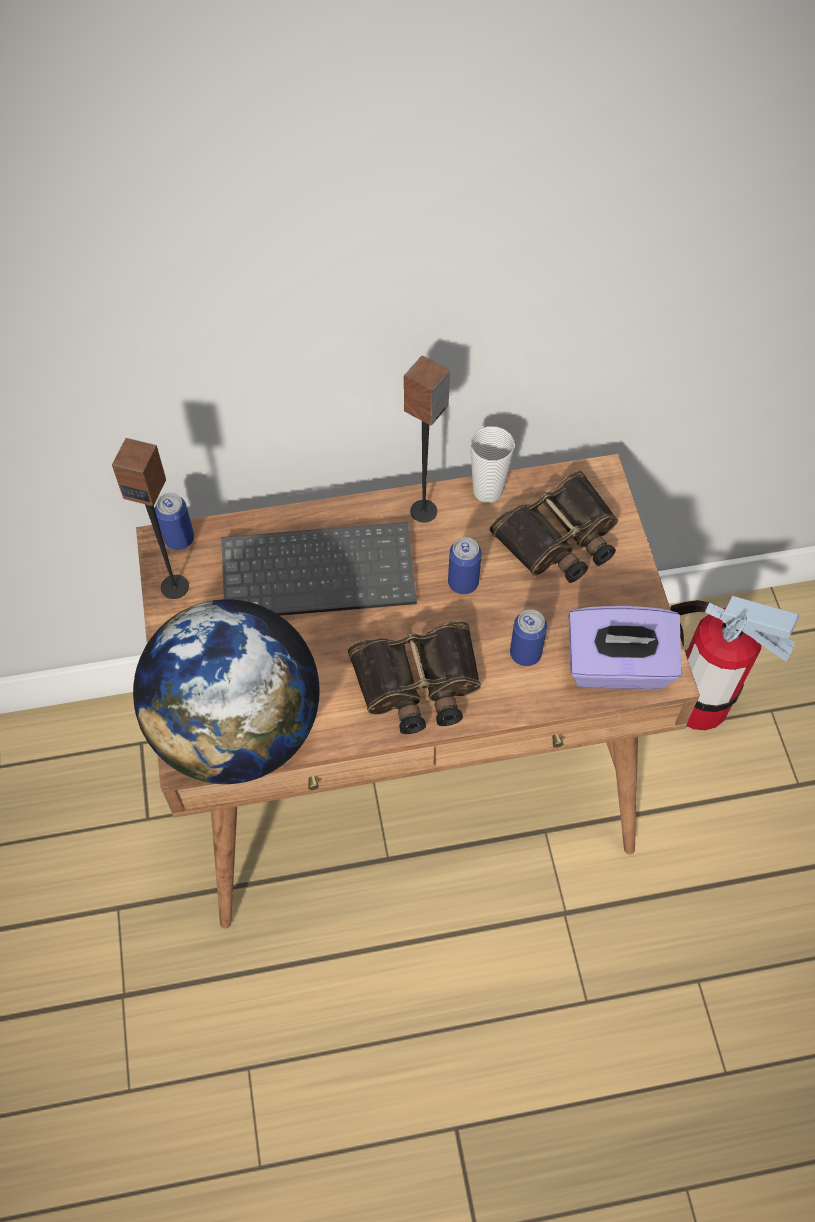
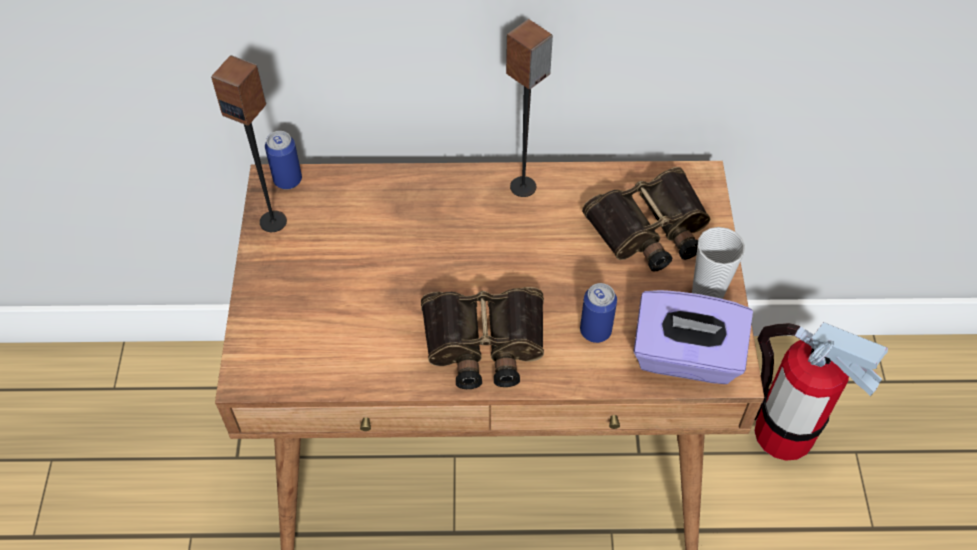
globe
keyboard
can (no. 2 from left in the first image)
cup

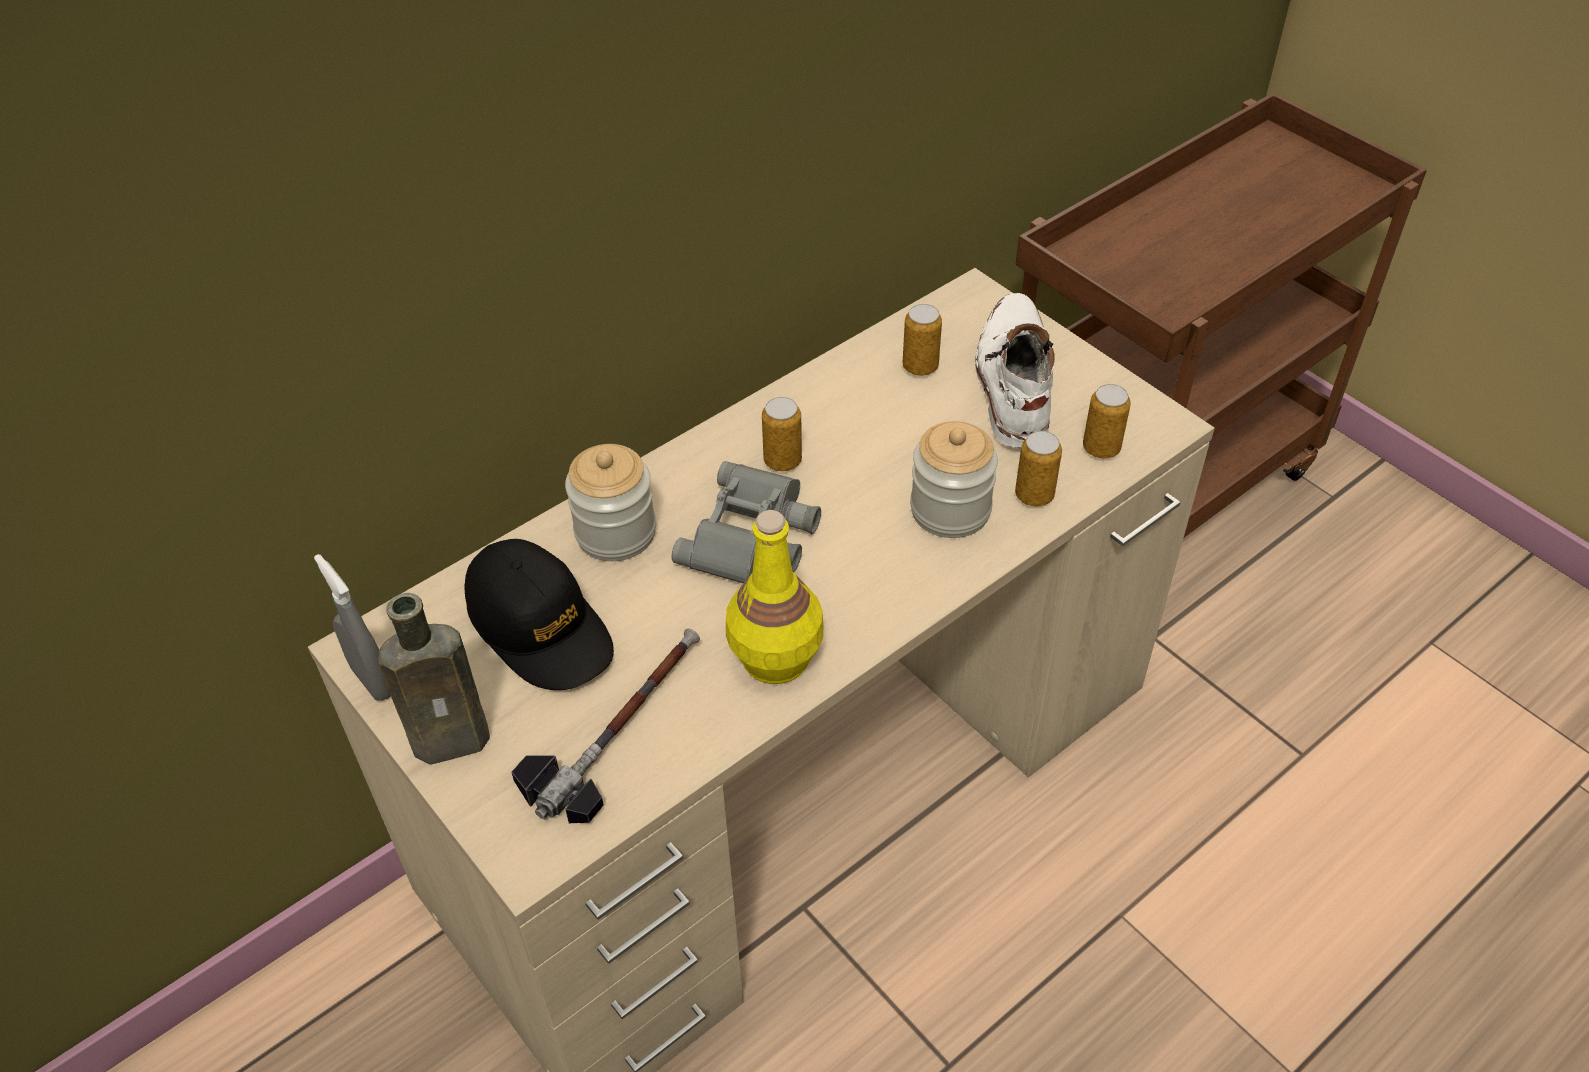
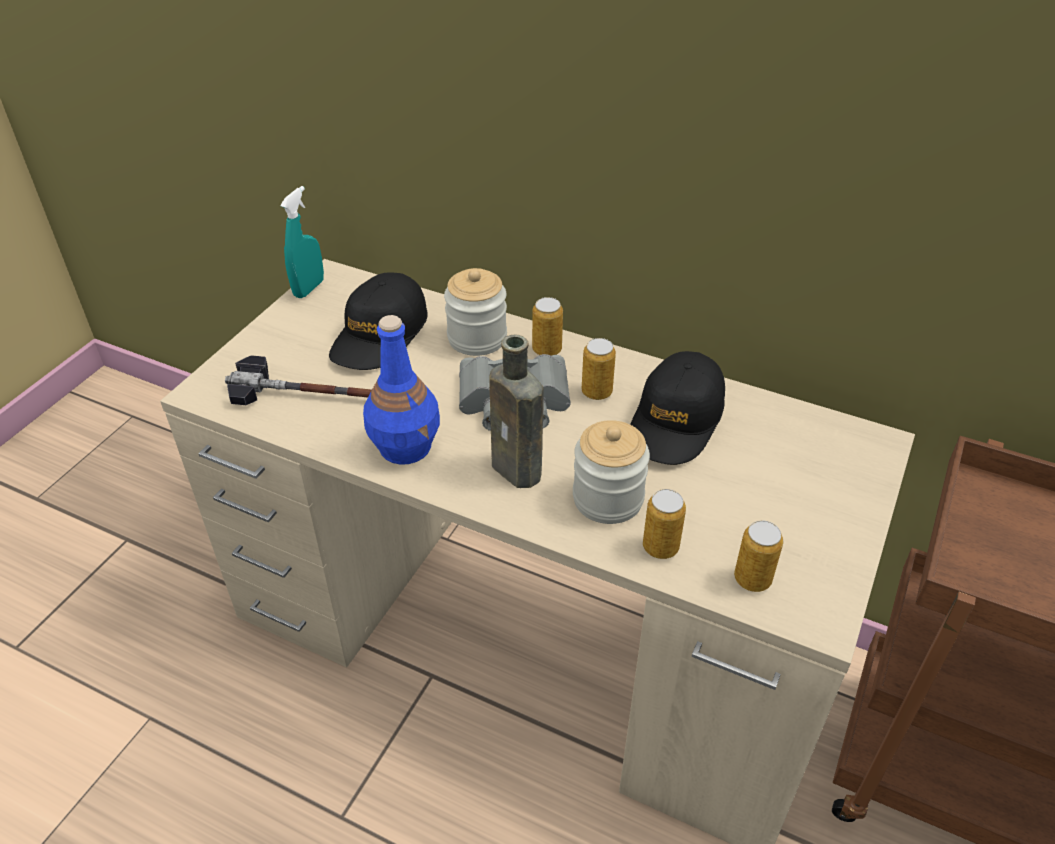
turquoise spray bottle
brown bottle
blue bottle
can (no. 1 from left)
white boot
black cap (no. 2 from left)

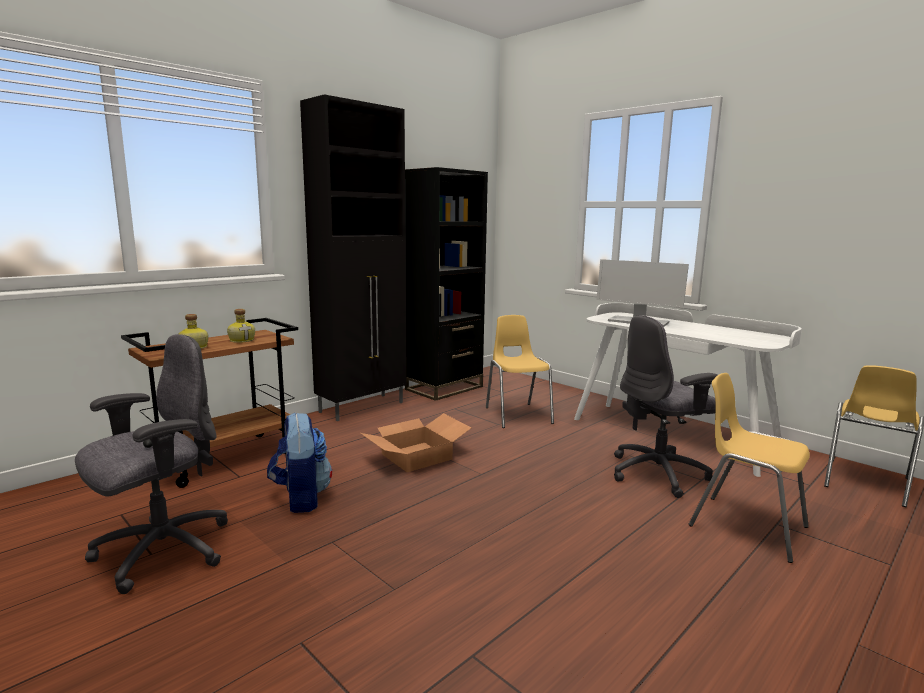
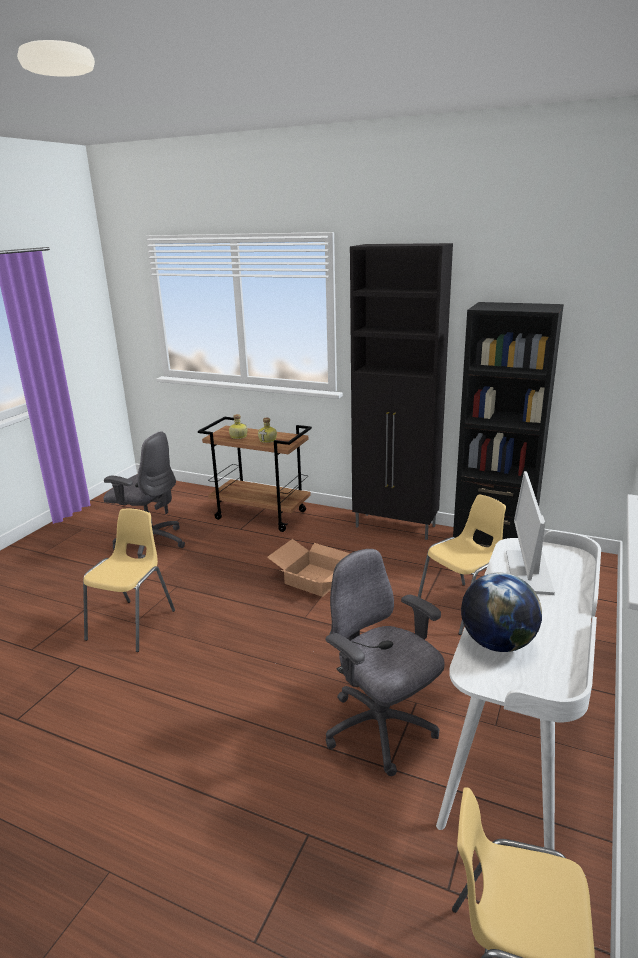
backpack
yellow chair (no. 1 from left)
globe

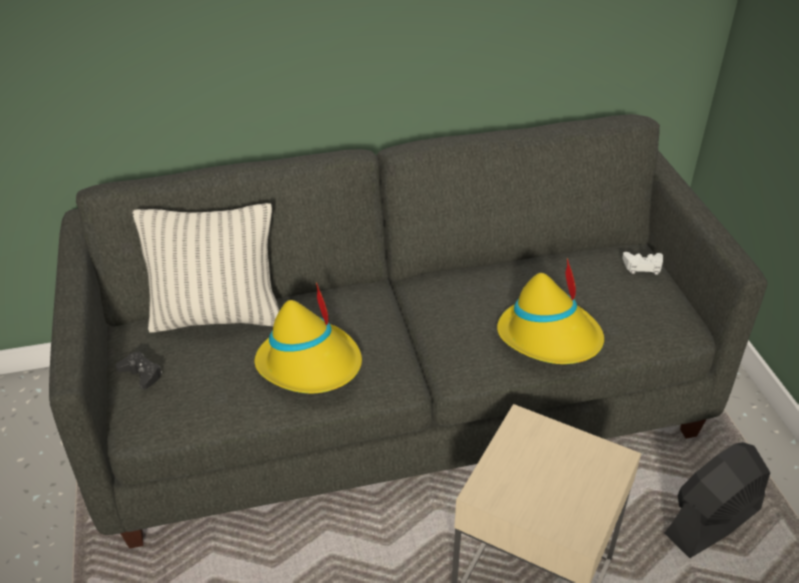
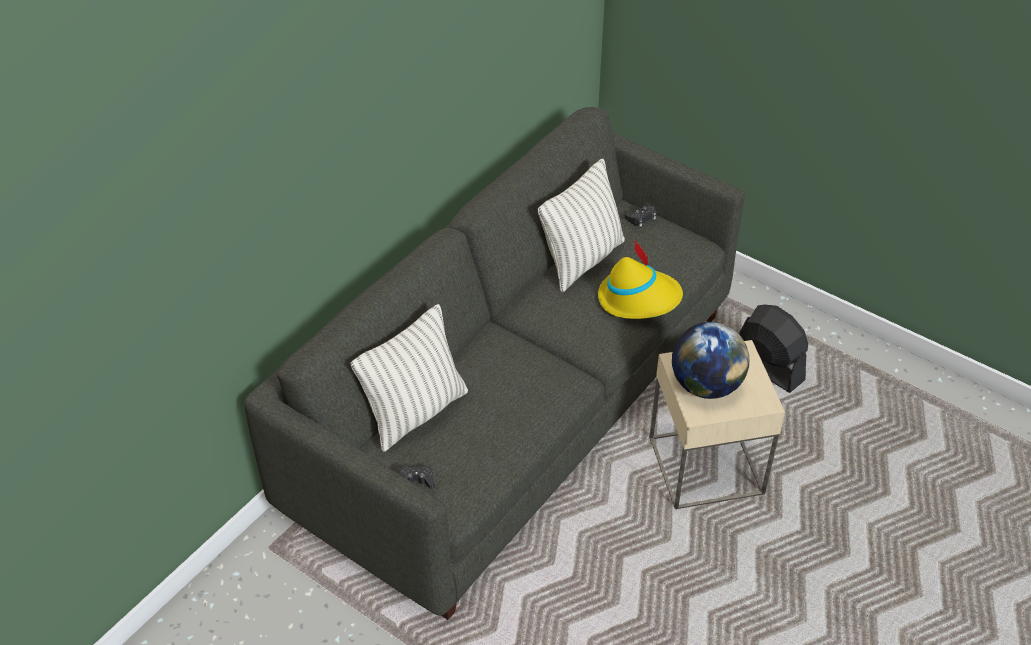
yellow hat (no. 1 from left in the first image)
black game controller (no. 2 from left)
black fan
pillow (no. 2 from left)
globe

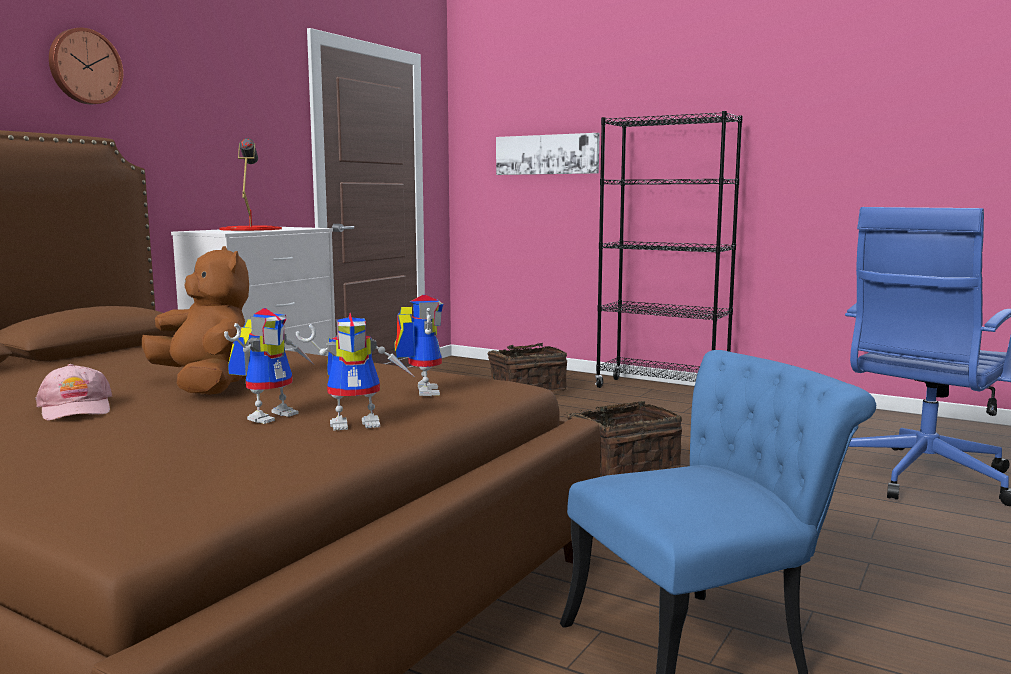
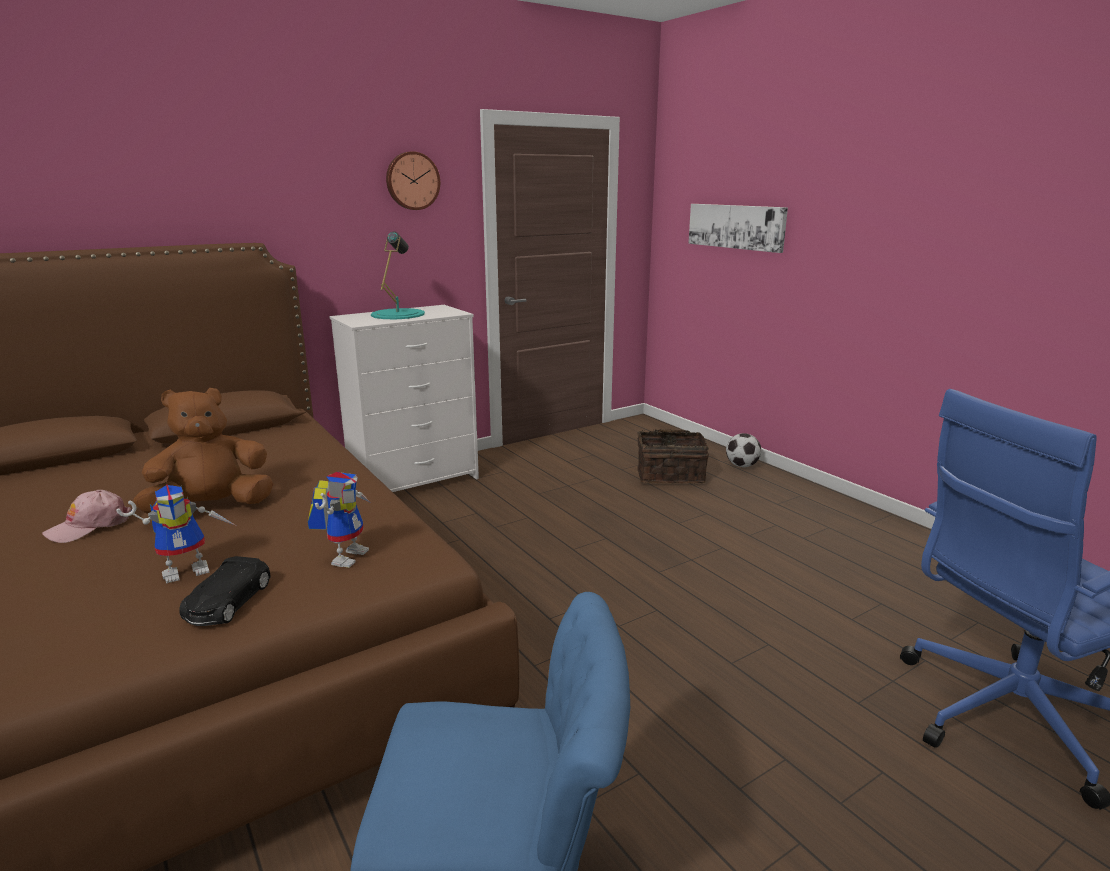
pink cap
wall clock
brown plush toy
turquoise table lamp
black toy car
basket (no. 2 from left in the first image)
black bookcase
football

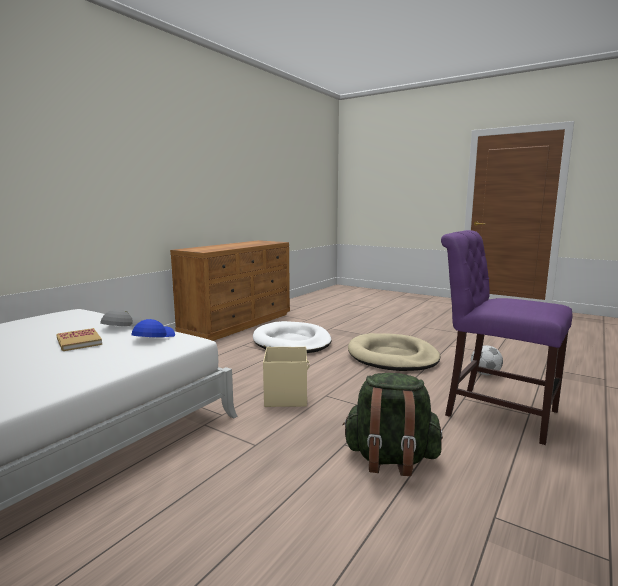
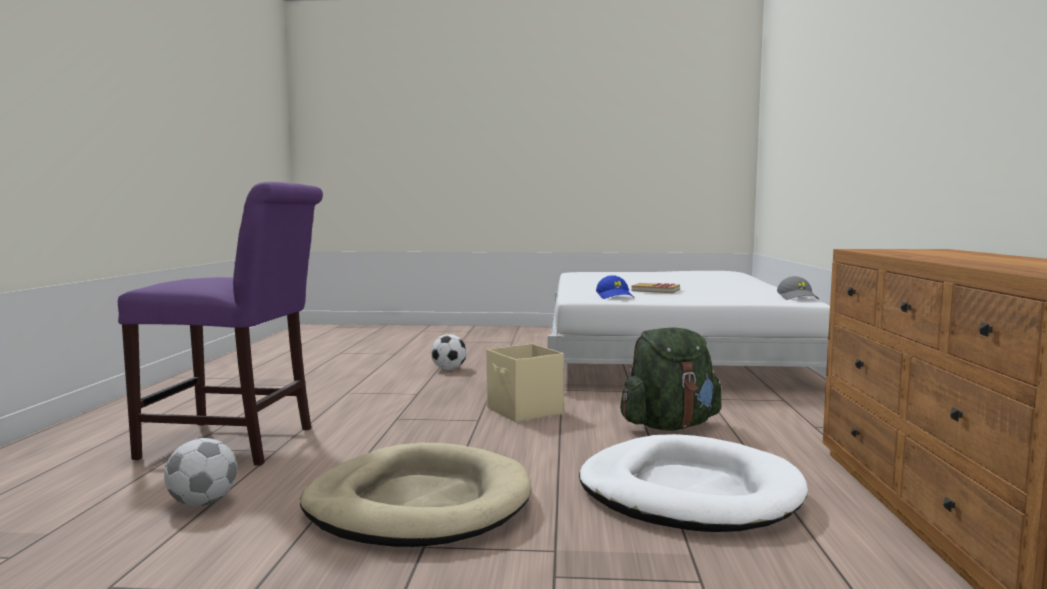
grey cap
green backpack
football (no. 2 from left)

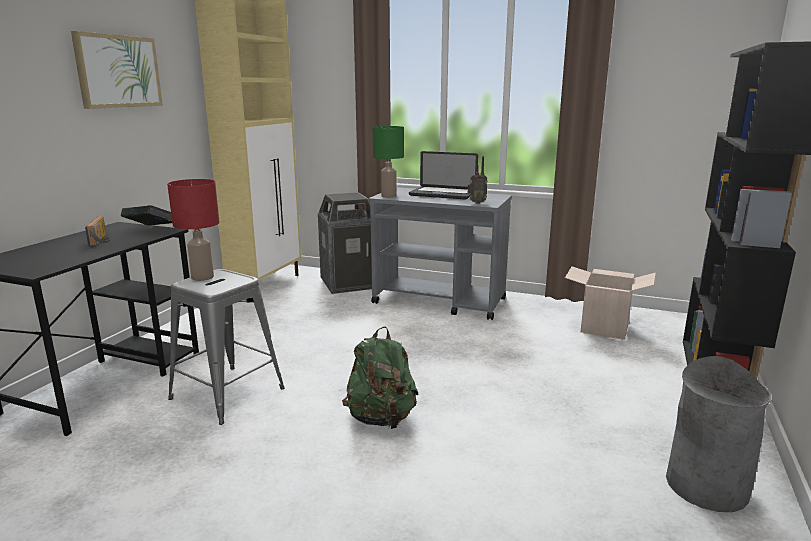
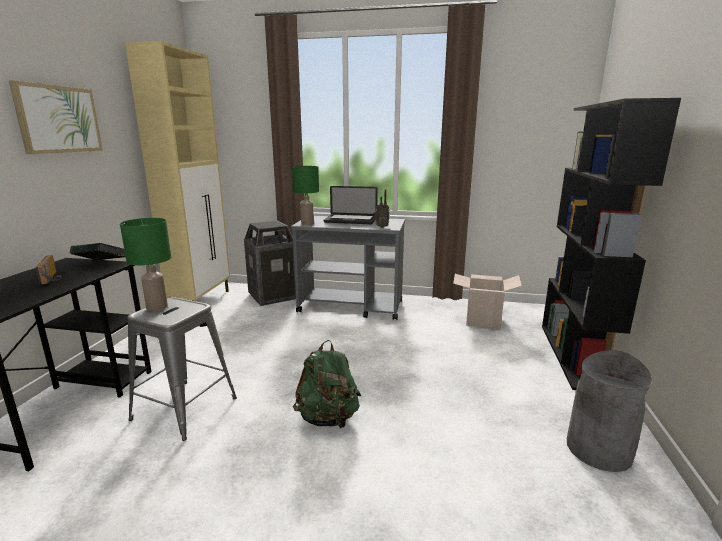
green table lamp (no. 1 from left)

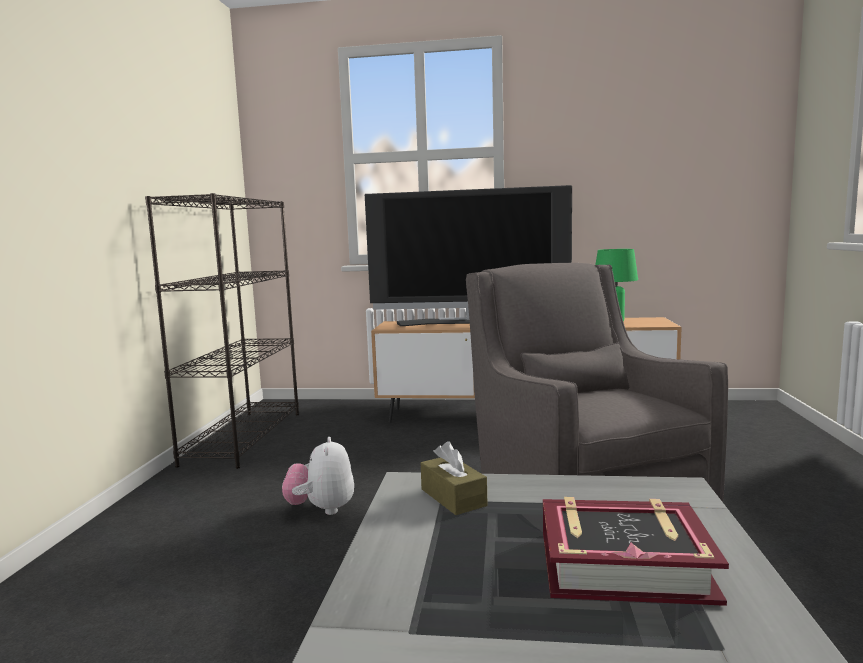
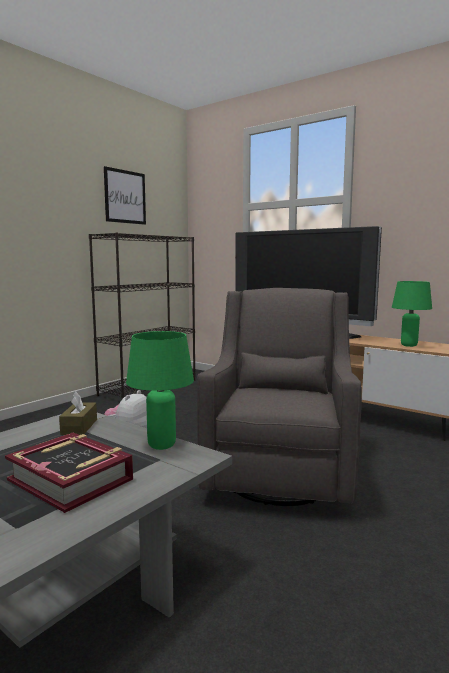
picture
green table lamp (no. 1 from left)

